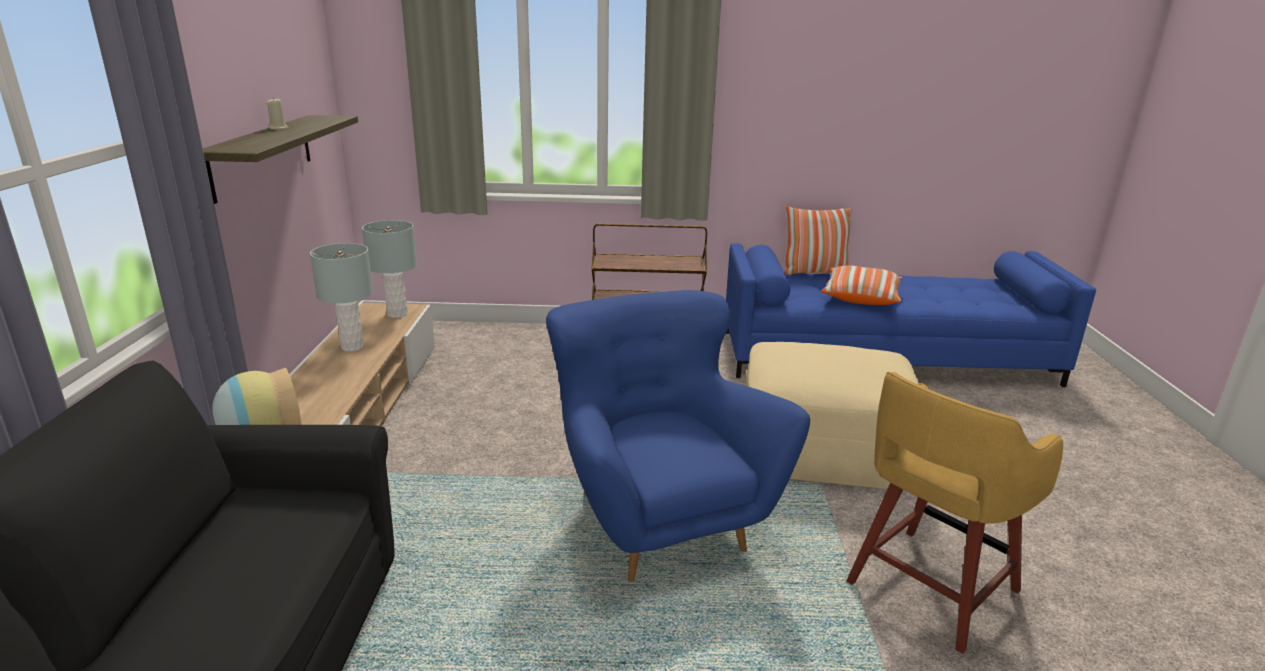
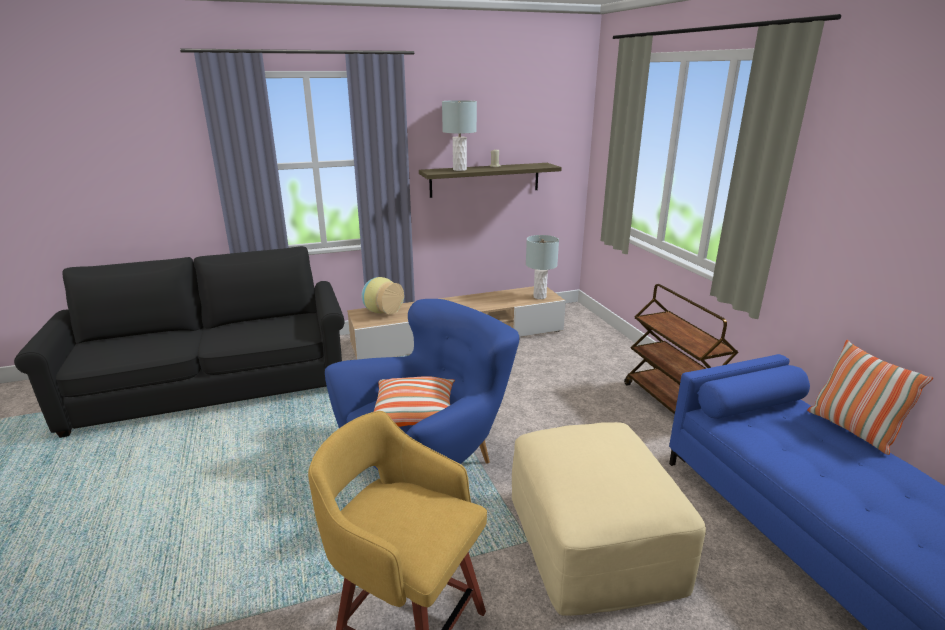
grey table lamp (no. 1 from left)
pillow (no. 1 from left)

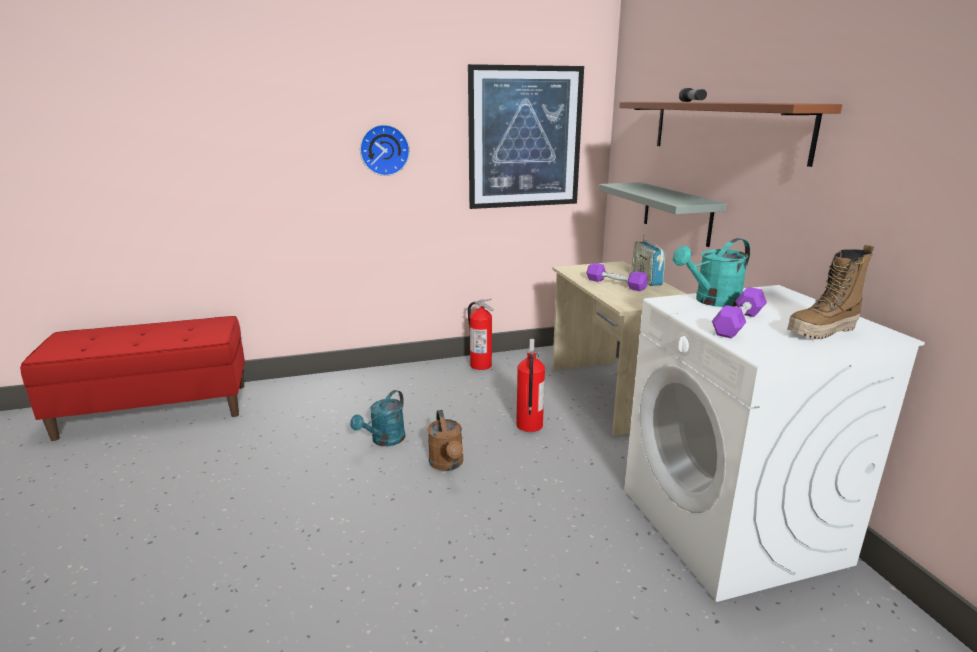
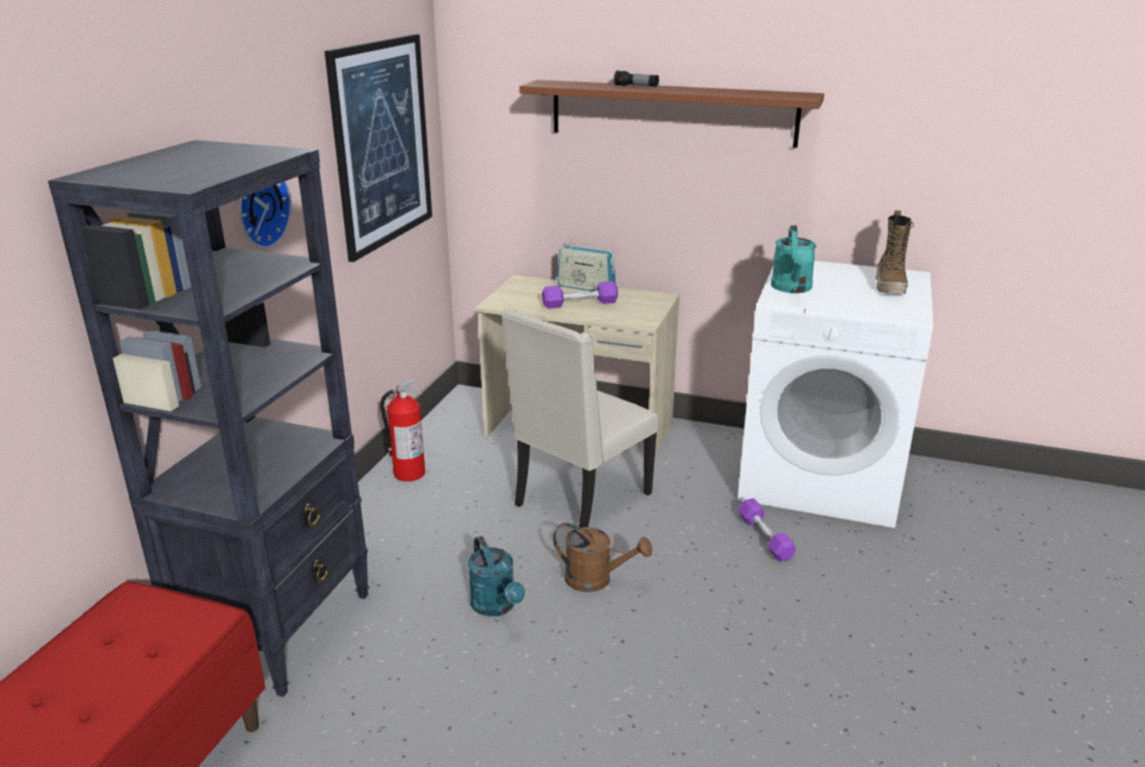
beige chair
grey shelf
purple dumbbell (no. 2 from left)
black bookcase

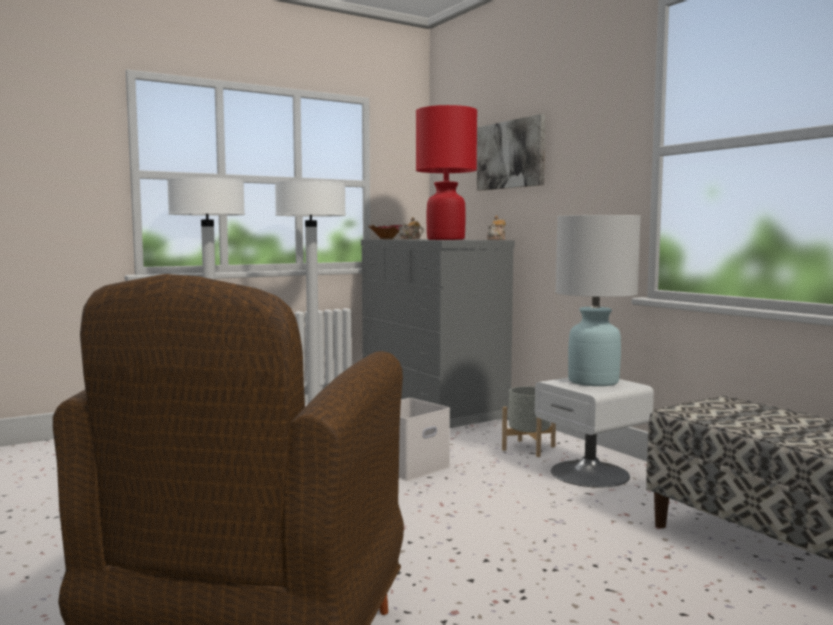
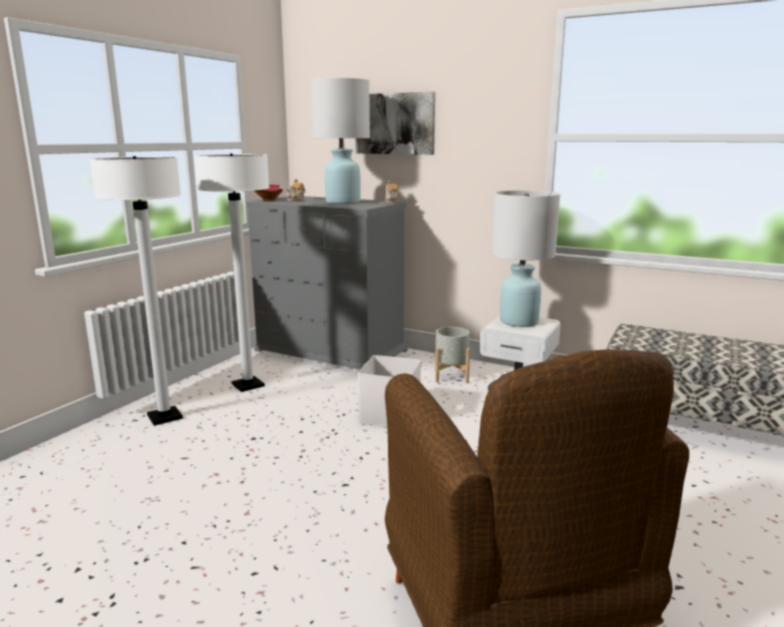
white table lamp (no. 1 from left)

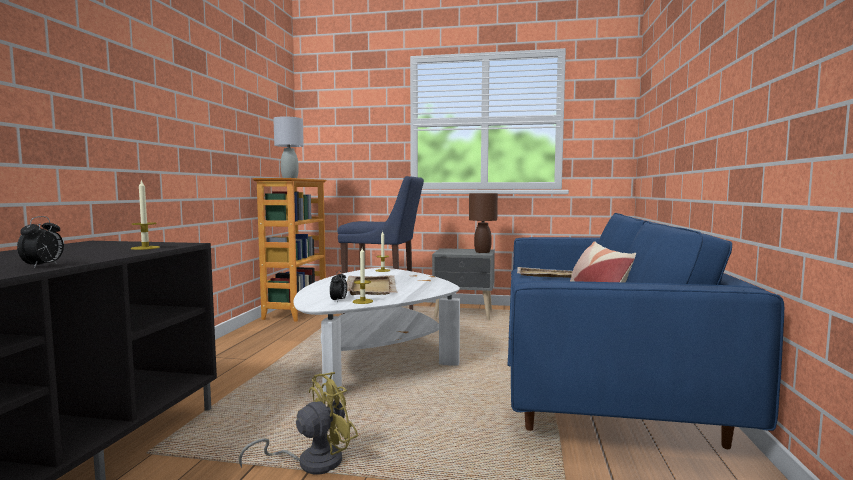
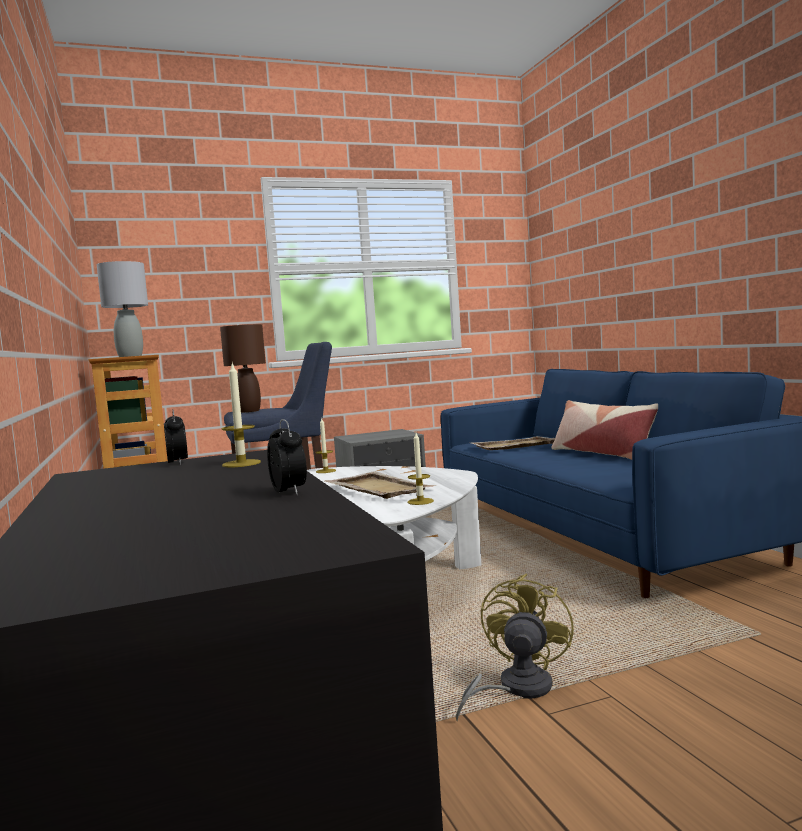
alarm clock (no. 1 from left)
brown table lamp

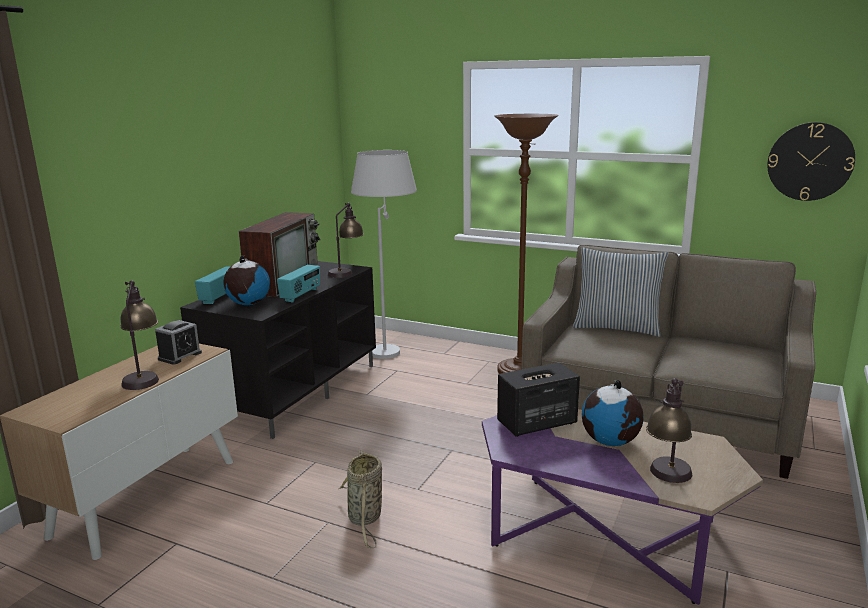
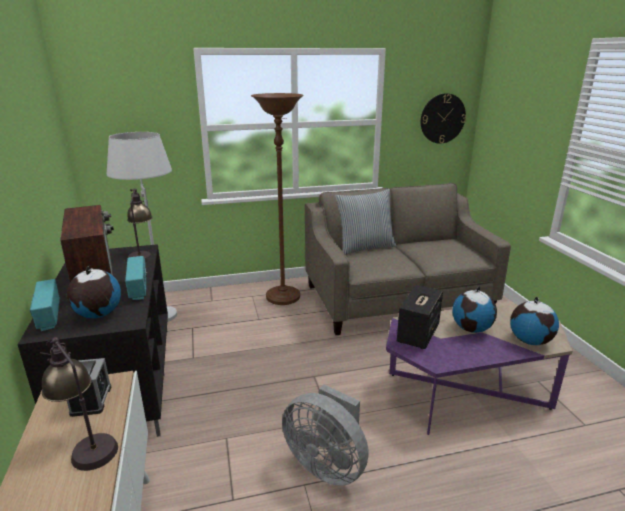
grey fan
globe (no. 3 from left)

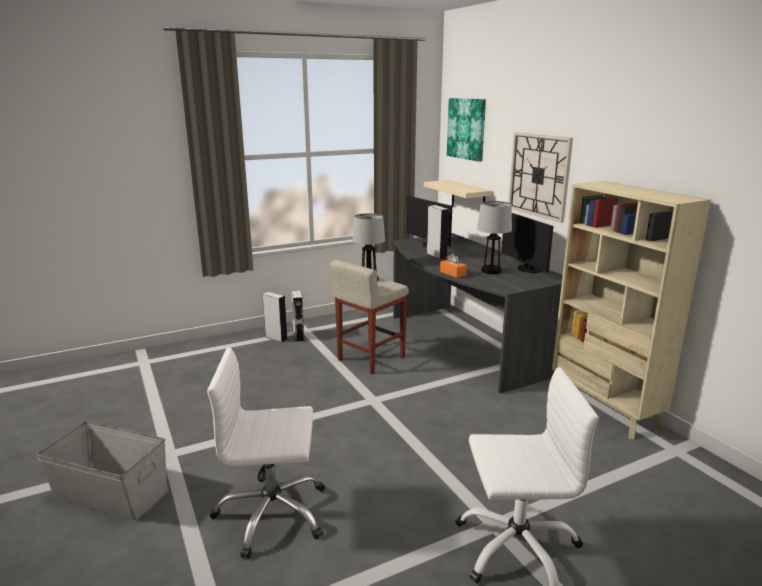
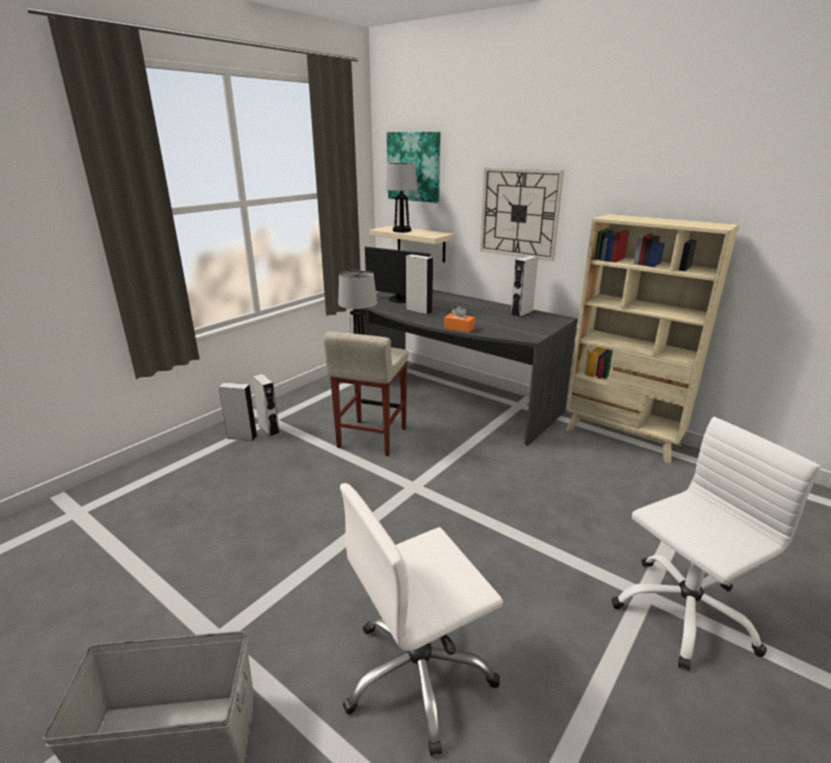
table lamp (no. 2 from left)
grey speaker (no. 4 from left)

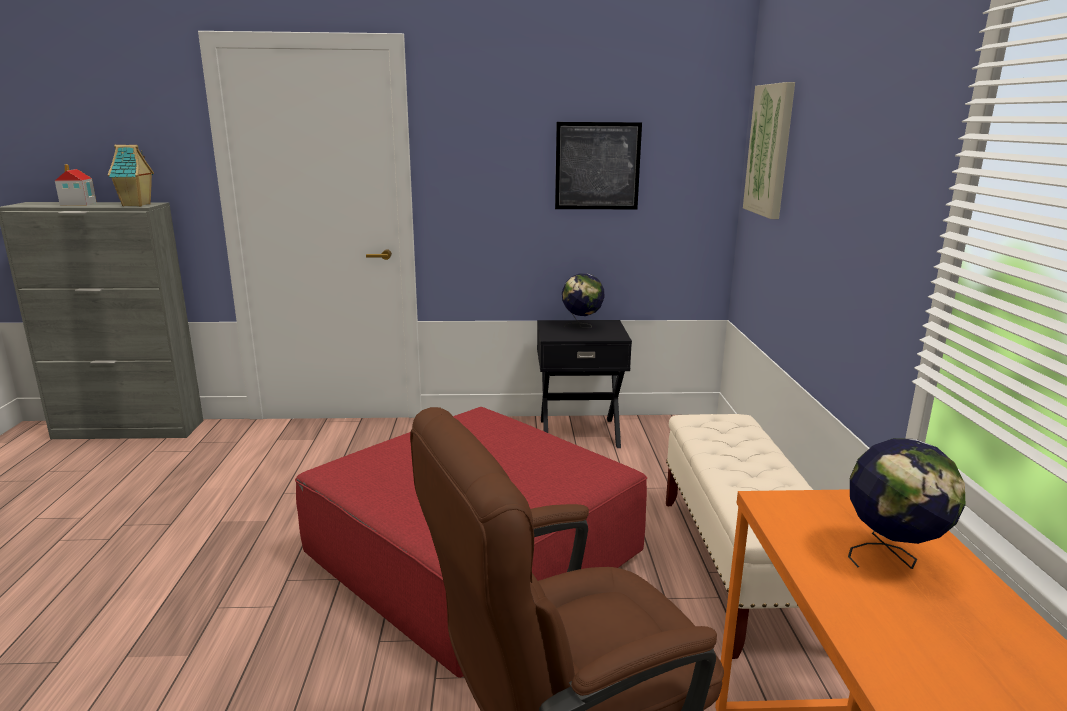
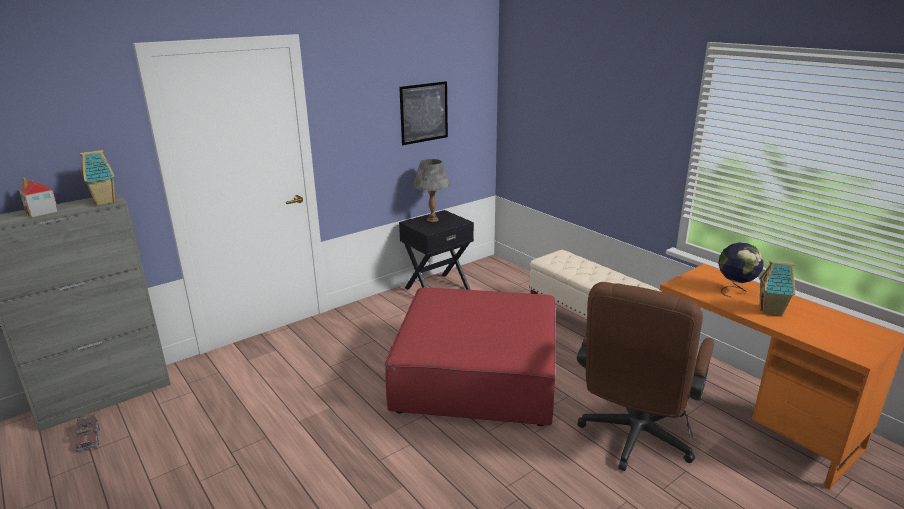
grey table lamp
picture (no. 2 from left in the first image)
toy truck
toy house (no. 3 from left)

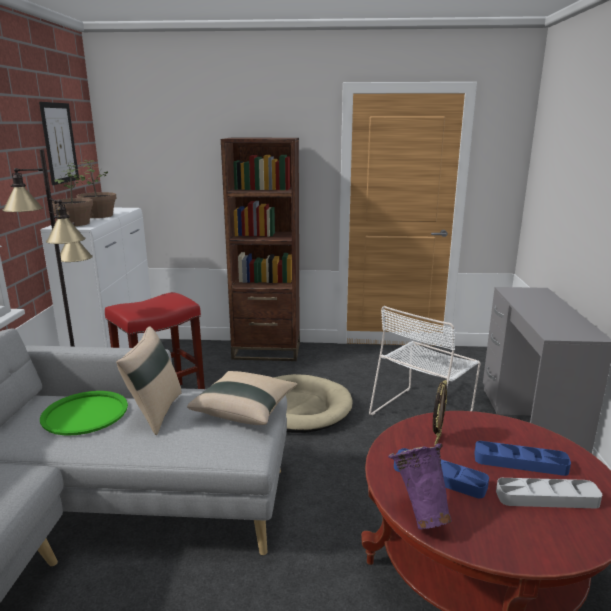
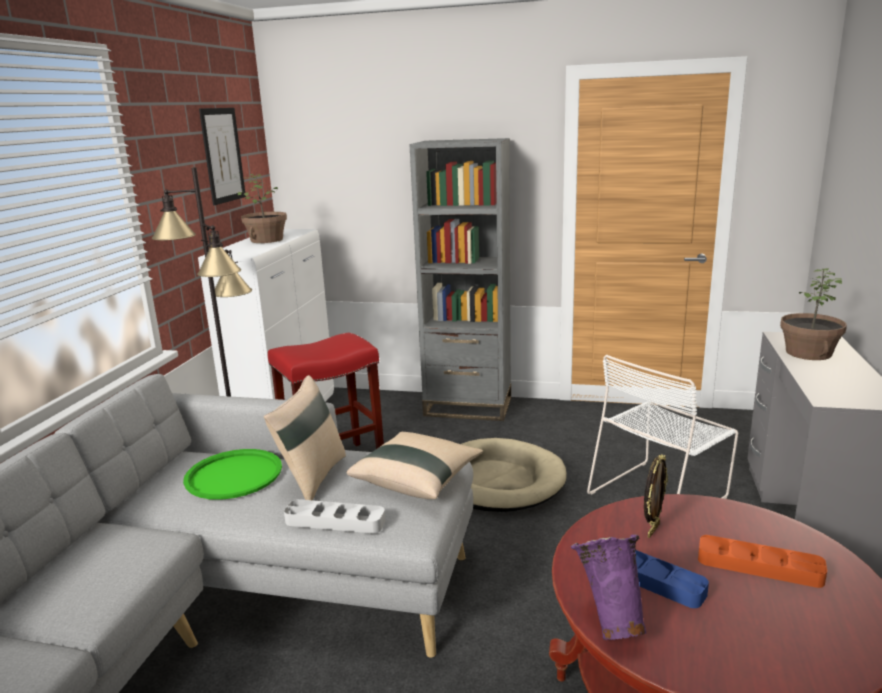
potted plant (no. 2 from left)
grey bookcase
orange tray
grey tray

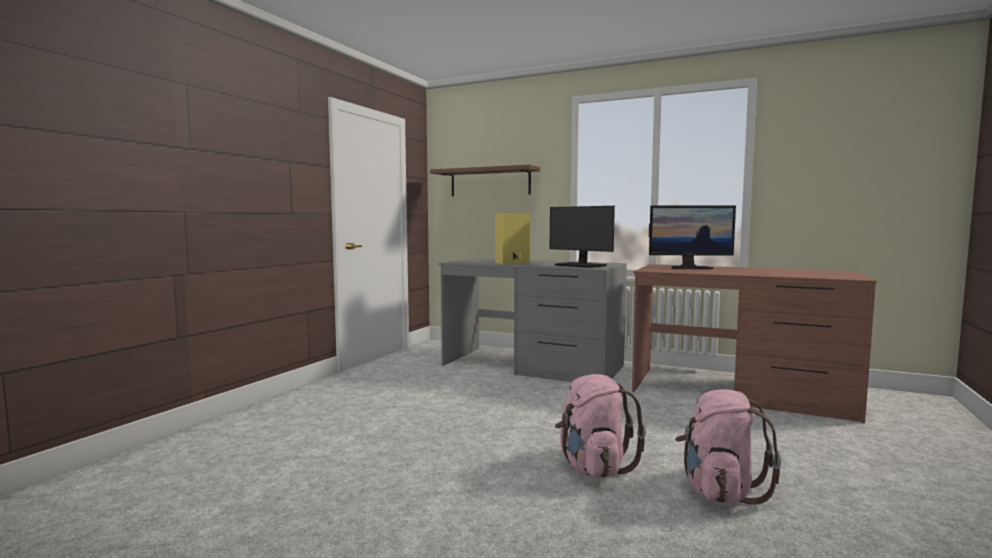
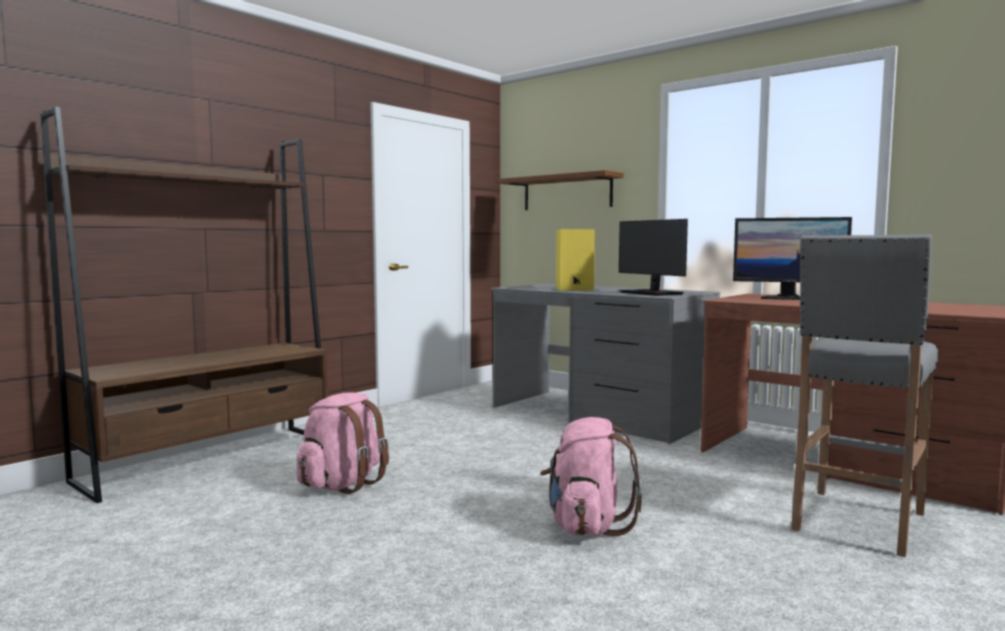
pink backpack (no. 1 from left)
brown bookcase
grey stool

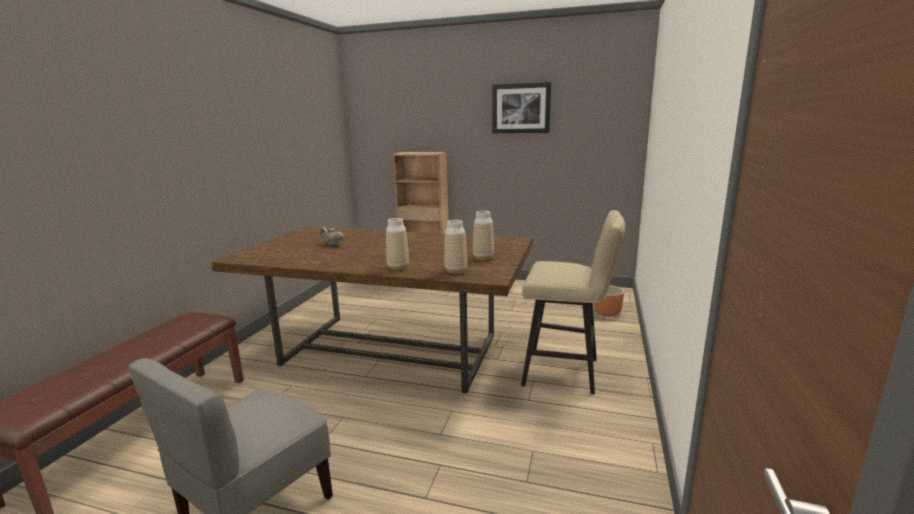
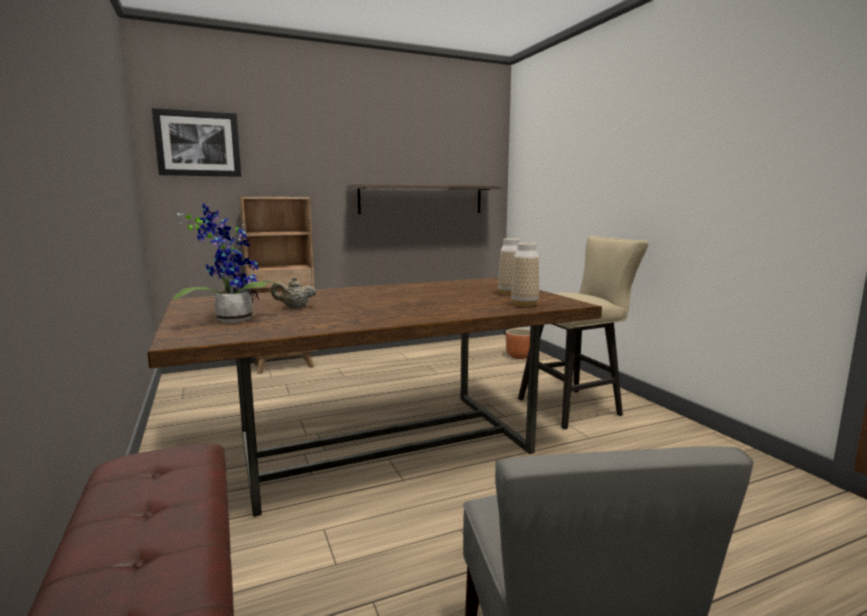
vase (no. 1 from left in the first image)
picture
potted plant
shelf

